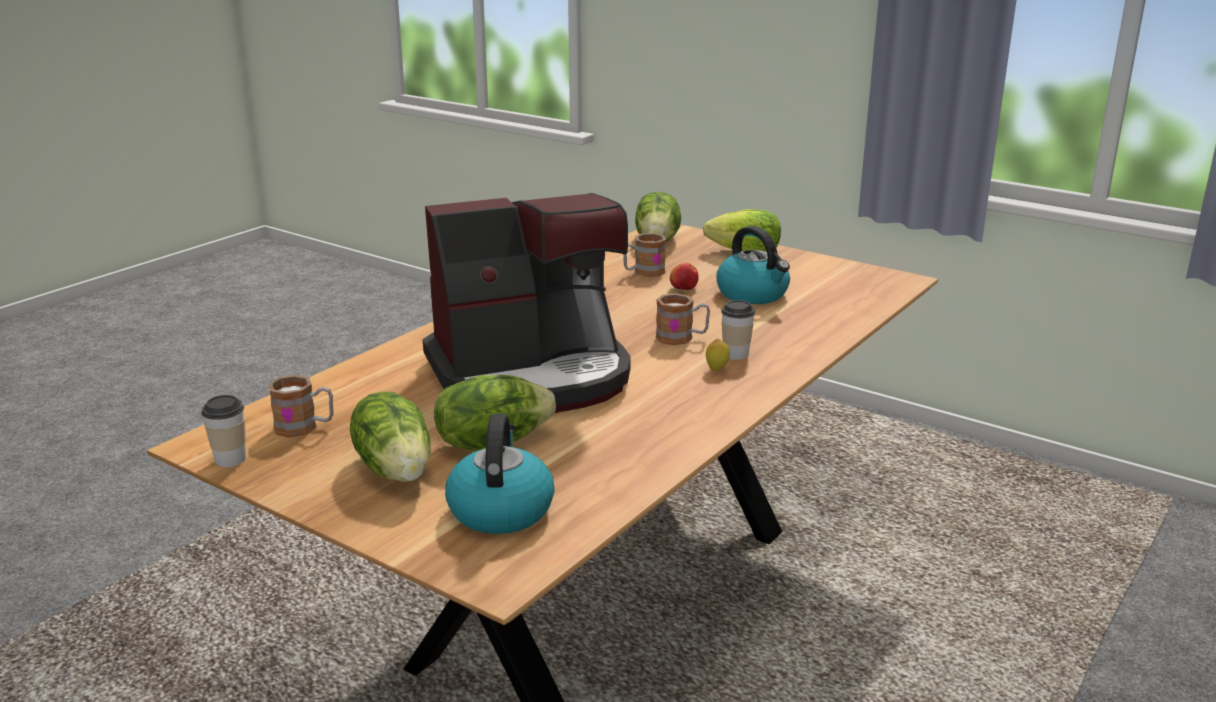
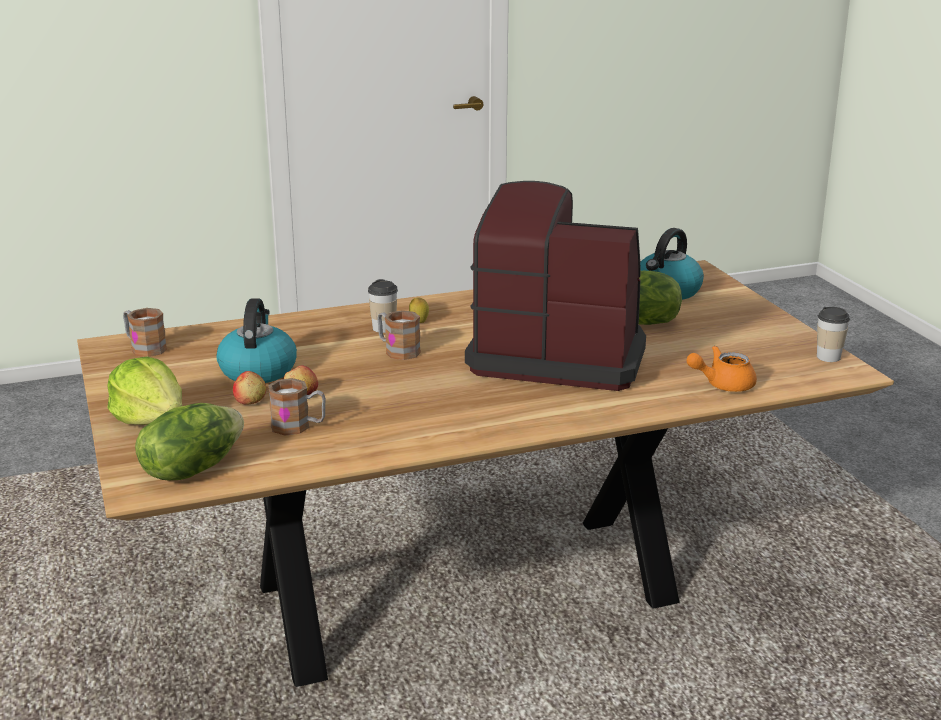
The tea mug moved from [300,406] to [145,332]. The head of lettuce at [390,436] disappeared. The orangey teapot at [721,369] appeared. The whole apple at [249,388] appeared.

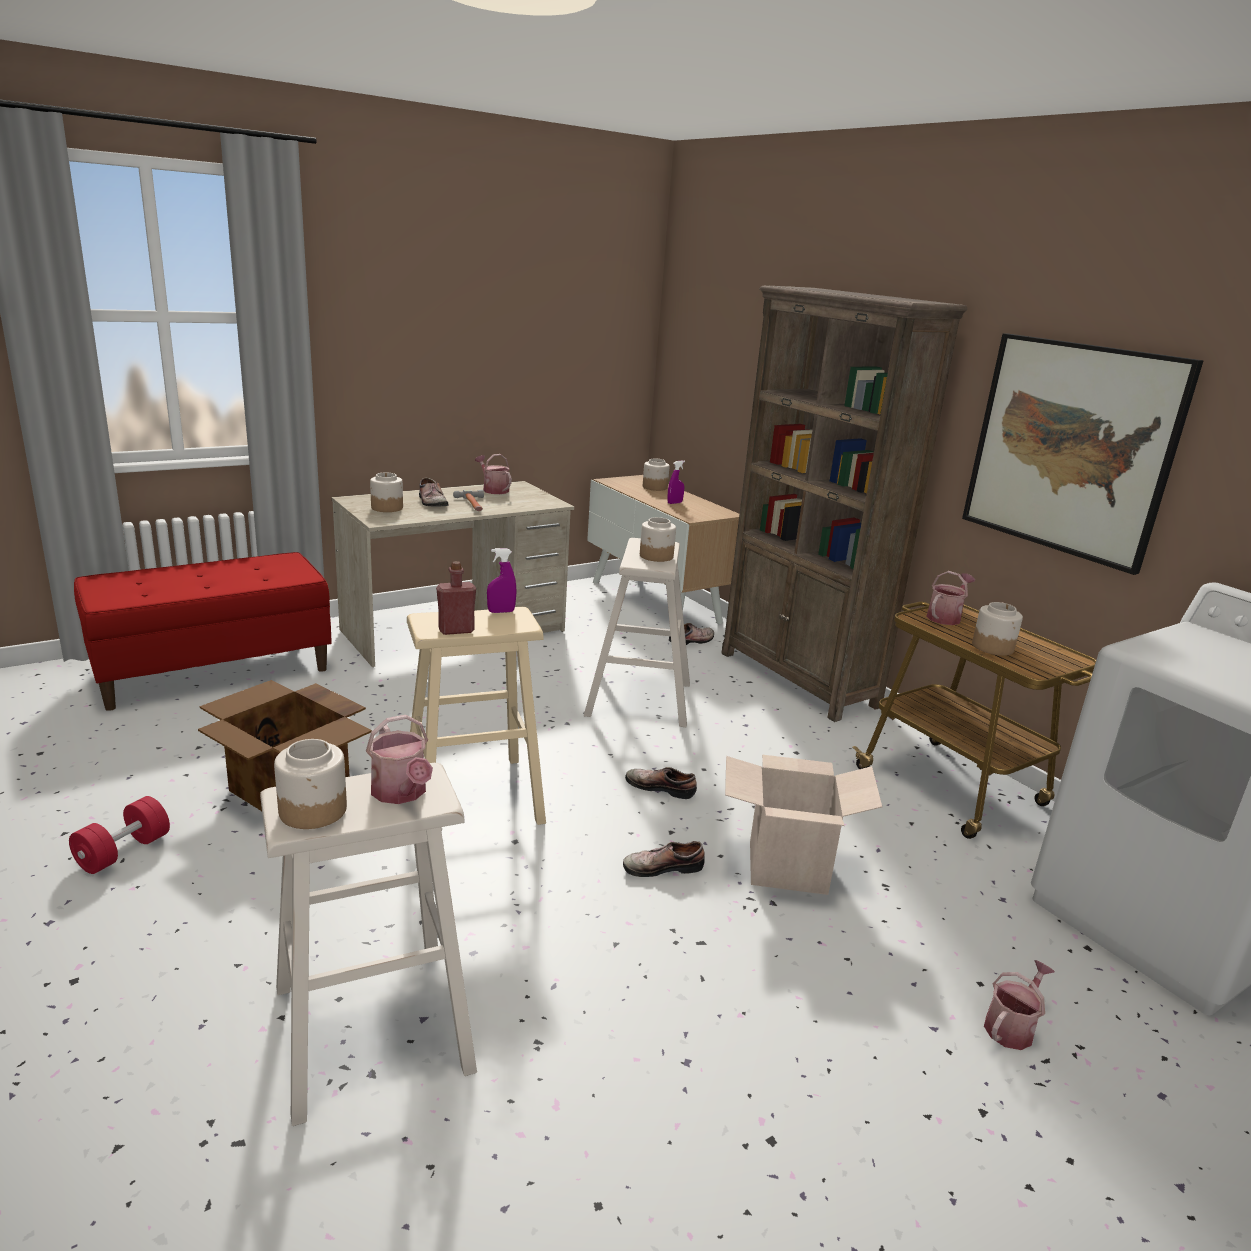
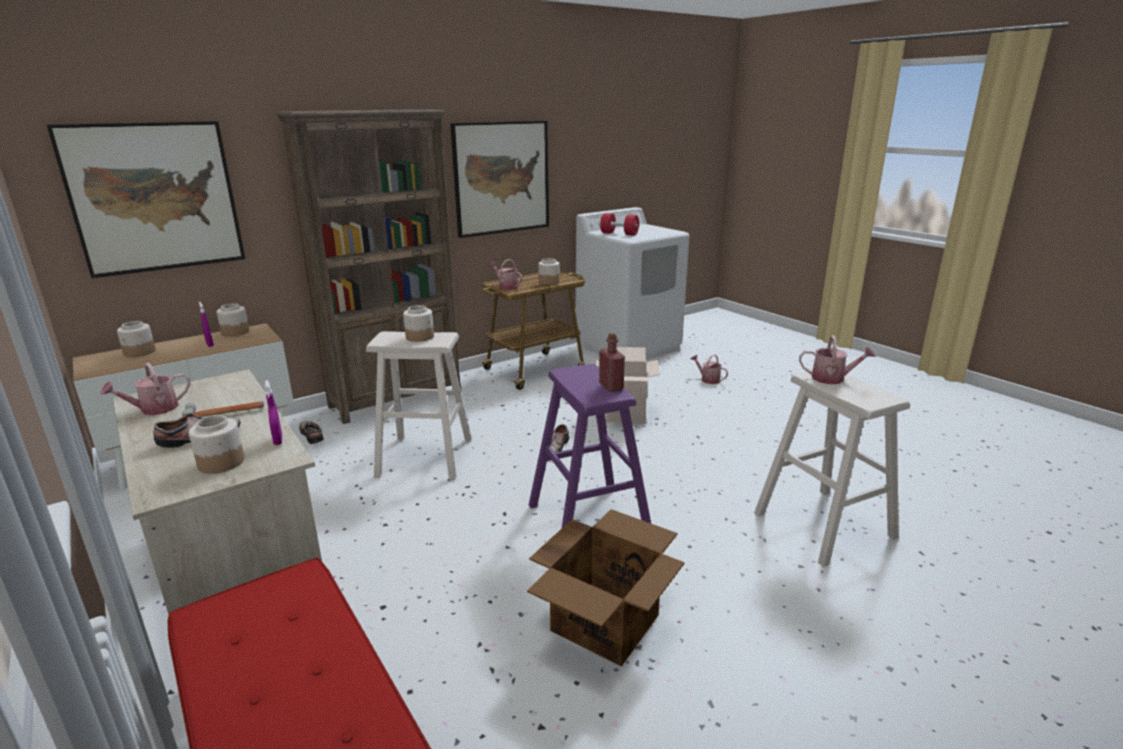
The purple-coloured sprayer moved from [502,580] to [273,412]. The beige-coloured stool seat at [476,716] became the purple-coloured stool seat at [590,446]. The sprinkling can at [399,759] turned 45 degrees clockwise. The preserve jar moved from [310,784] to [233,320]. The red-coloured free weight moved from [119,835] to [619,224]. The shoe at [664,859] disappeared. The wall art at [146,199] appeared.

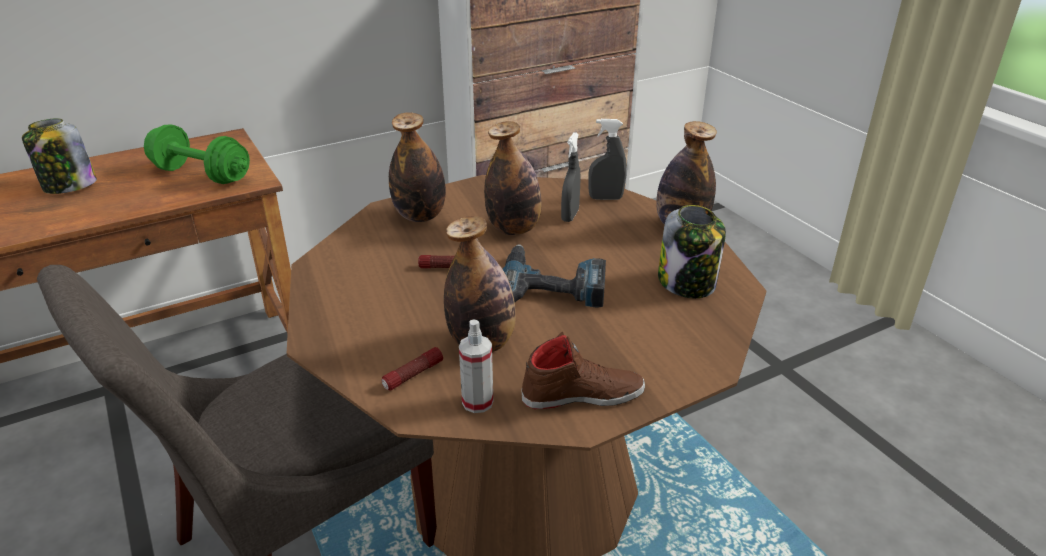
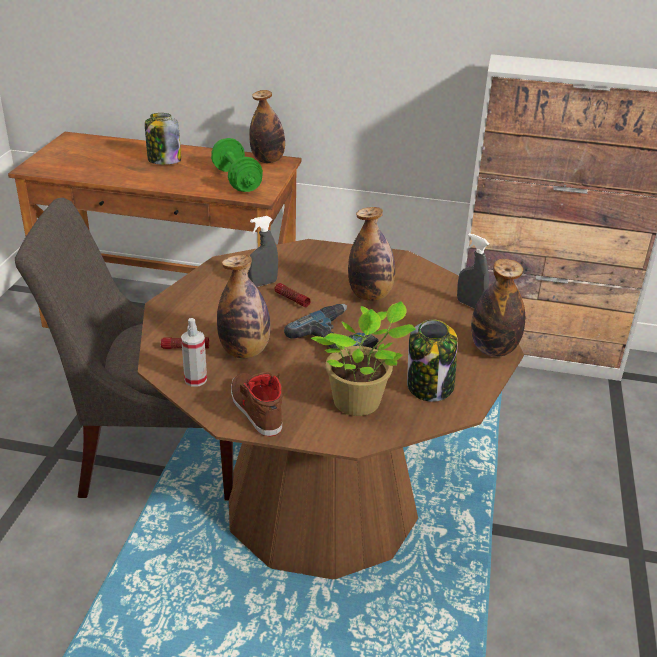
The beverage bottle moved from [417,167] to [267,126]. The grey sprayer moved from [570,177] to [263,251]. The brown shoe at [583,370] turned 150 degrees counterclockwise. The potted plant at [363,358] appeared.

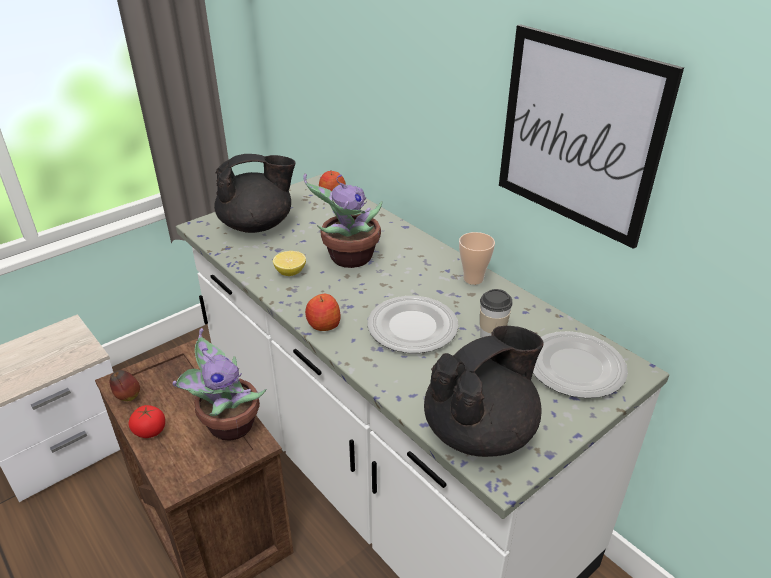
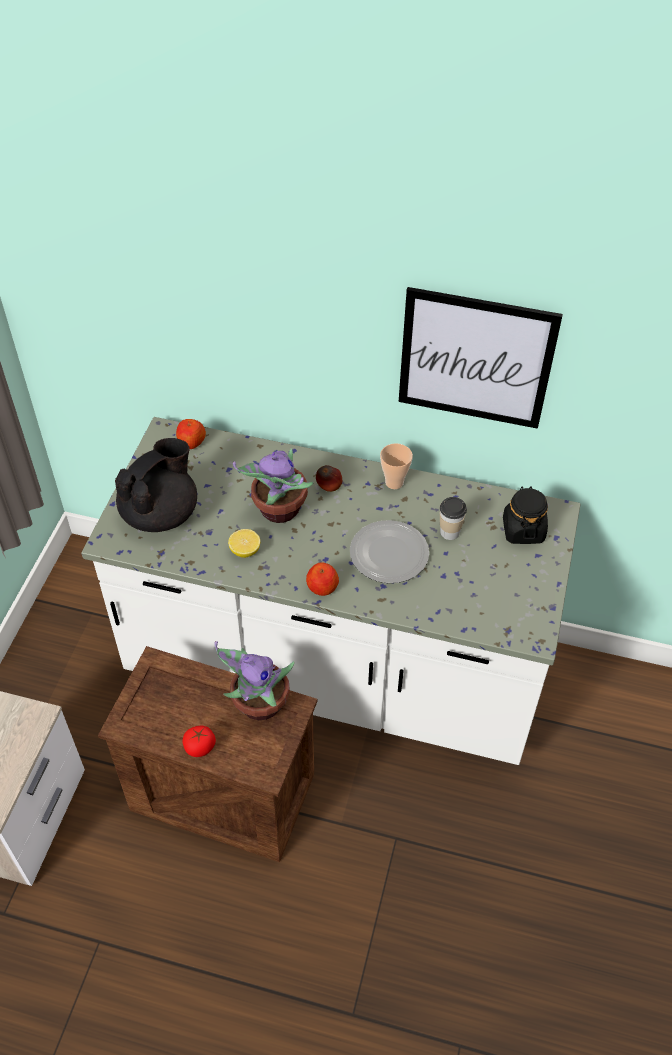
The black-coloured teapot at [484,391] disappeared. The dinner plate at [580,364] was replaced by the black-coloured preserve jar at [525,515]. The whole apple moved from [125,385] to [329,478].

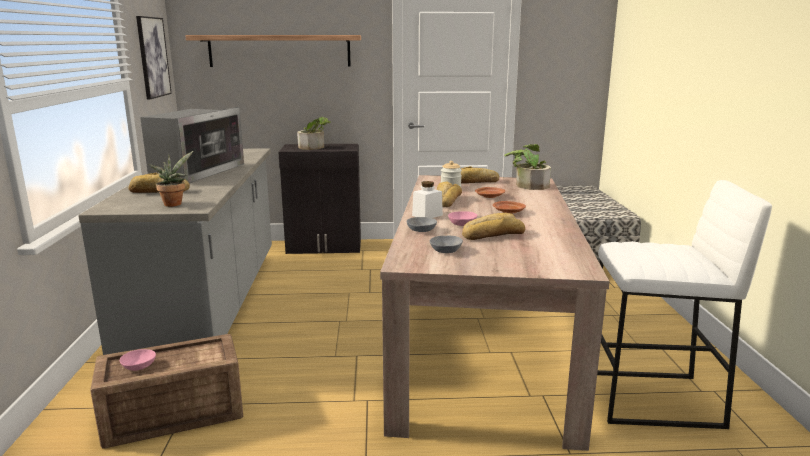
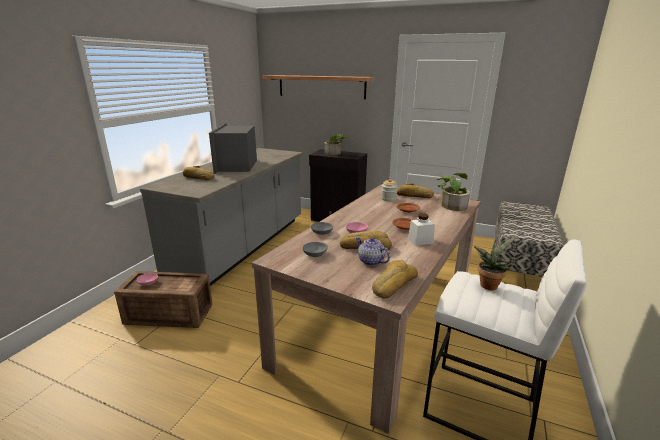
The wall art at [154,57] disappeared. The microwave oven at [192,145] turned 135 degrees clockwise. The potted plant moved from [170,179] to [495,263]. The whitish preserve jar moved from [427,199] to [421,229]. The bakery bread moved from [449,194] to [395,279]. The teapot at [372,251] appeared.

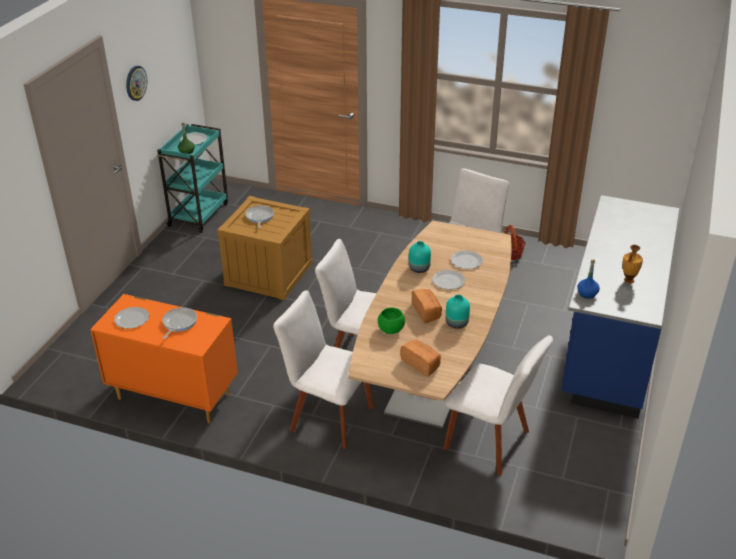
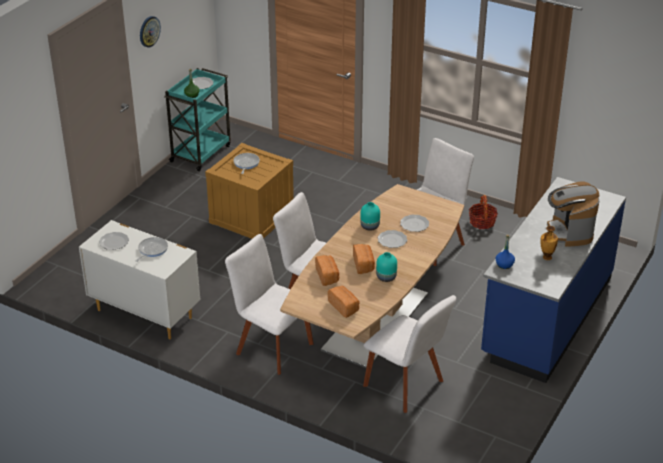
The orangey drawer chest at [164,358] became the whitish drawer chest at [140,280]. The greenish serving bowl at [391,321] was replaced by the bakery bread at [327,270]. The coffee brewer at [573,214] appeared.

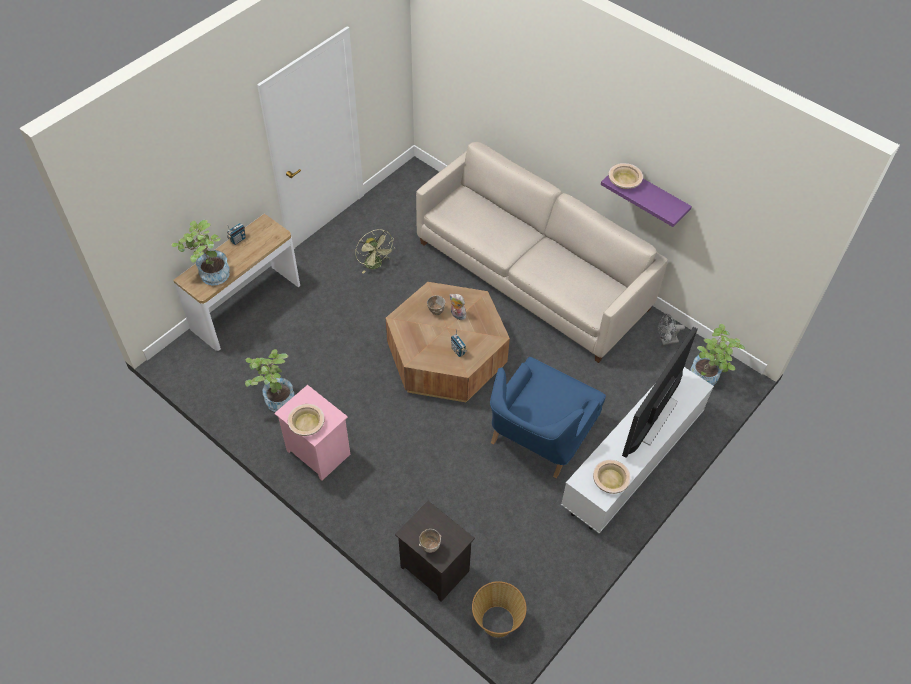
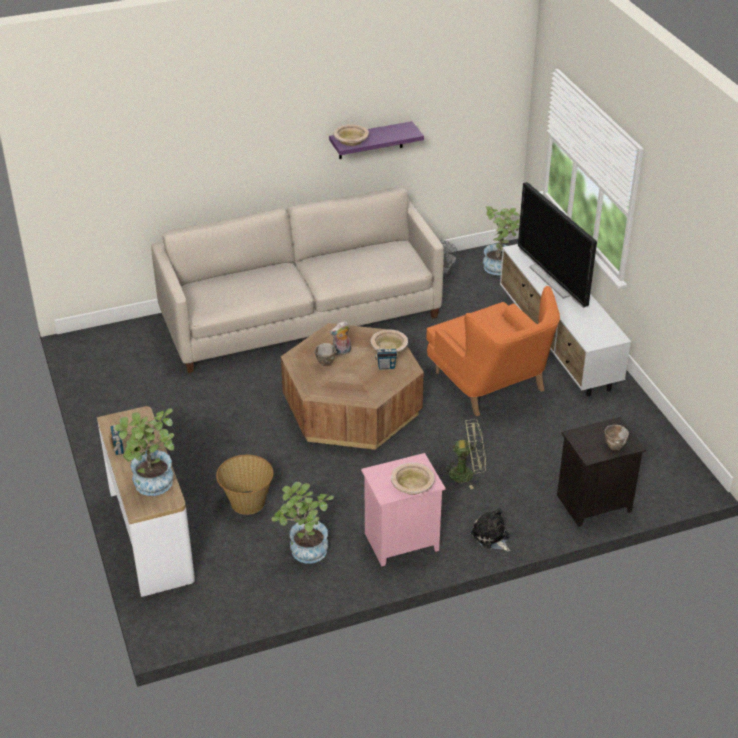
The greenish electric fan moved from [375,252] to [464,454]. The blue-coloured armchair at [548,417] became the orangey armchair at [493,351]. The beige-coloured serving bowl moved from [612,477] to [389,341]. The basket moved from [499,609] to [244,485]. The plush toy at [490,530] appeared.

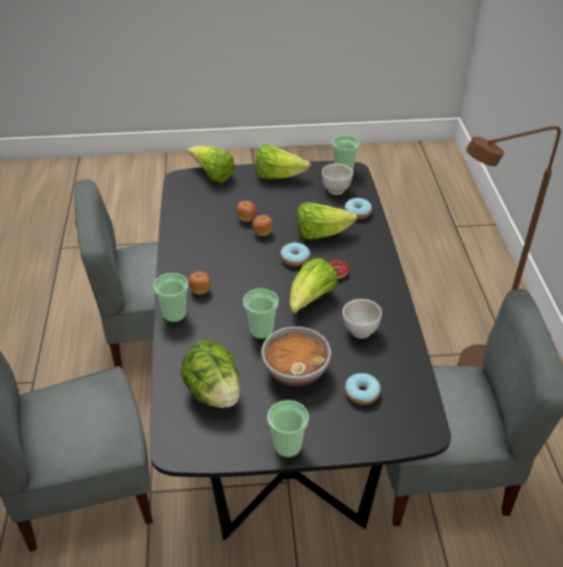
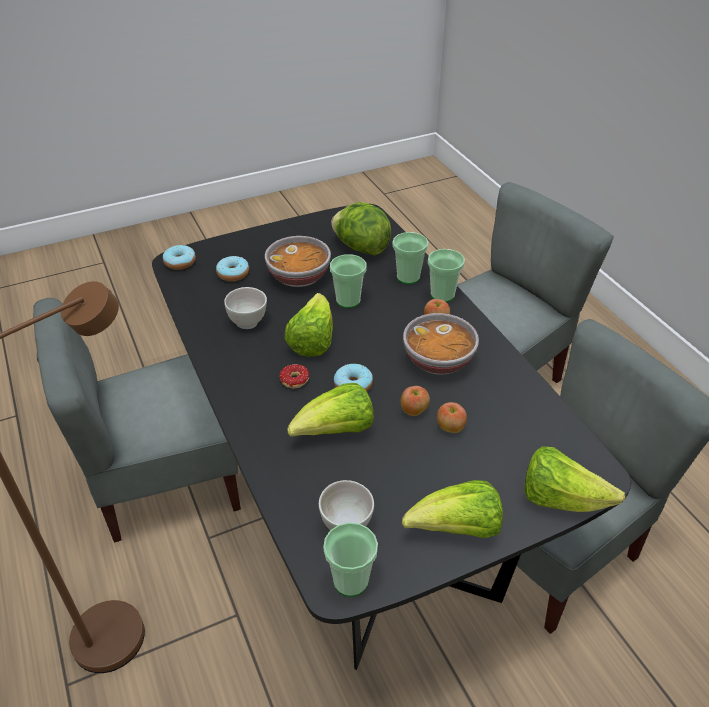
The donut moved from [358,209] to [179,257]. The cup moved from [288,429] to [410,258]. The serving bowl at [441,344] appeared.

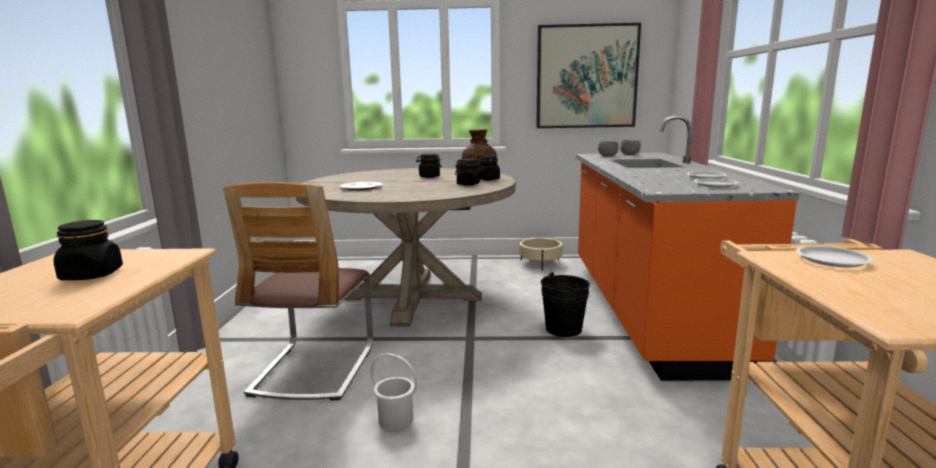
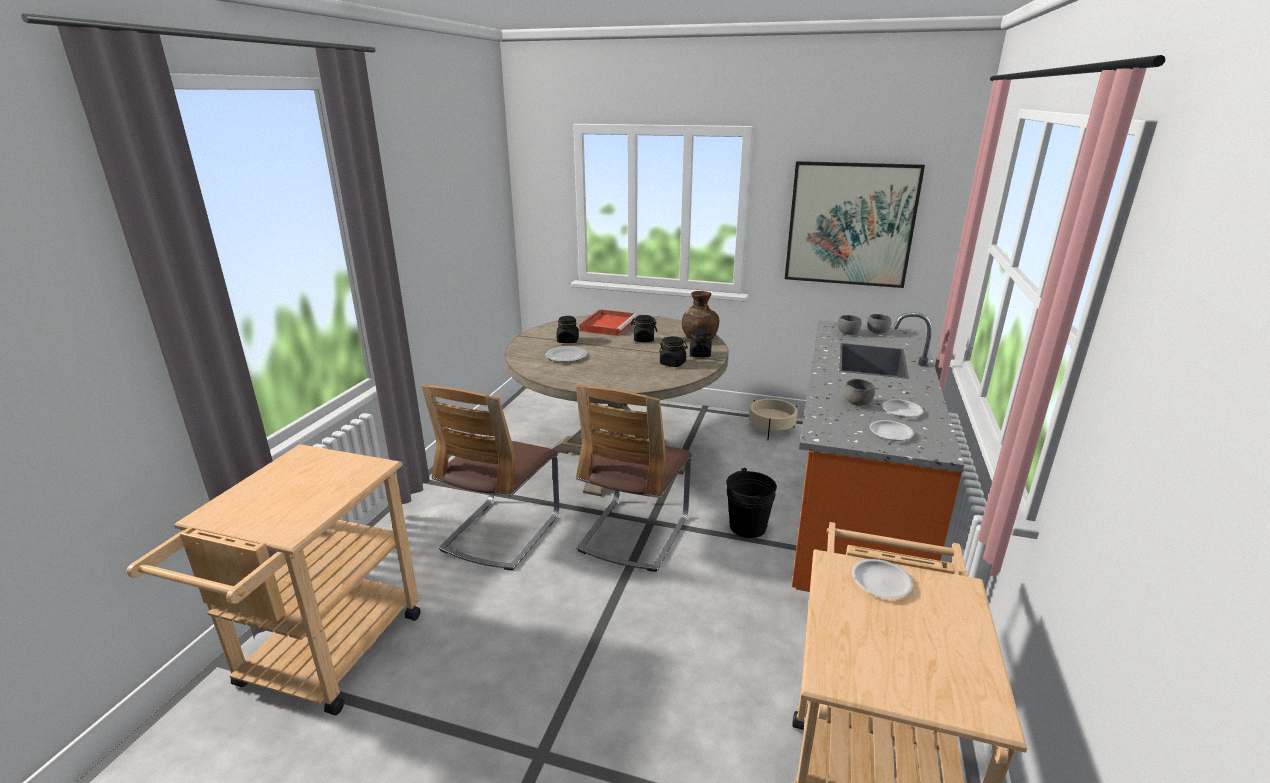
The black-coloured preserve jar moved from [88,250] to [568,329]. The whitish pail at [393,392] disappeared. The red-coloured tray at [608,322] appeared. The grey serving bowl at [859,392] appeared. The upright chair at [634,478] appeared.

